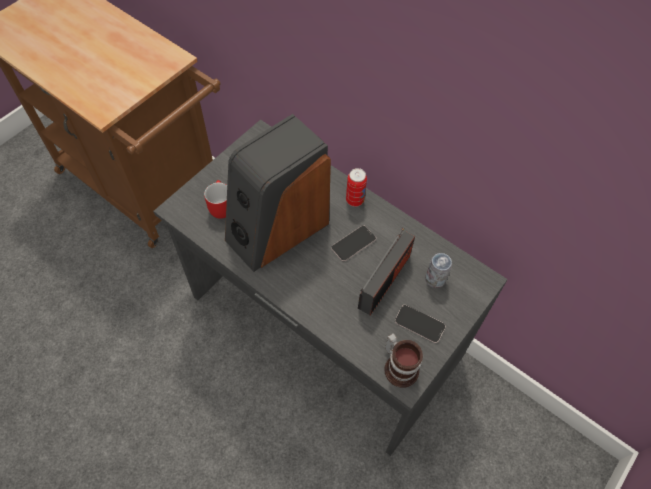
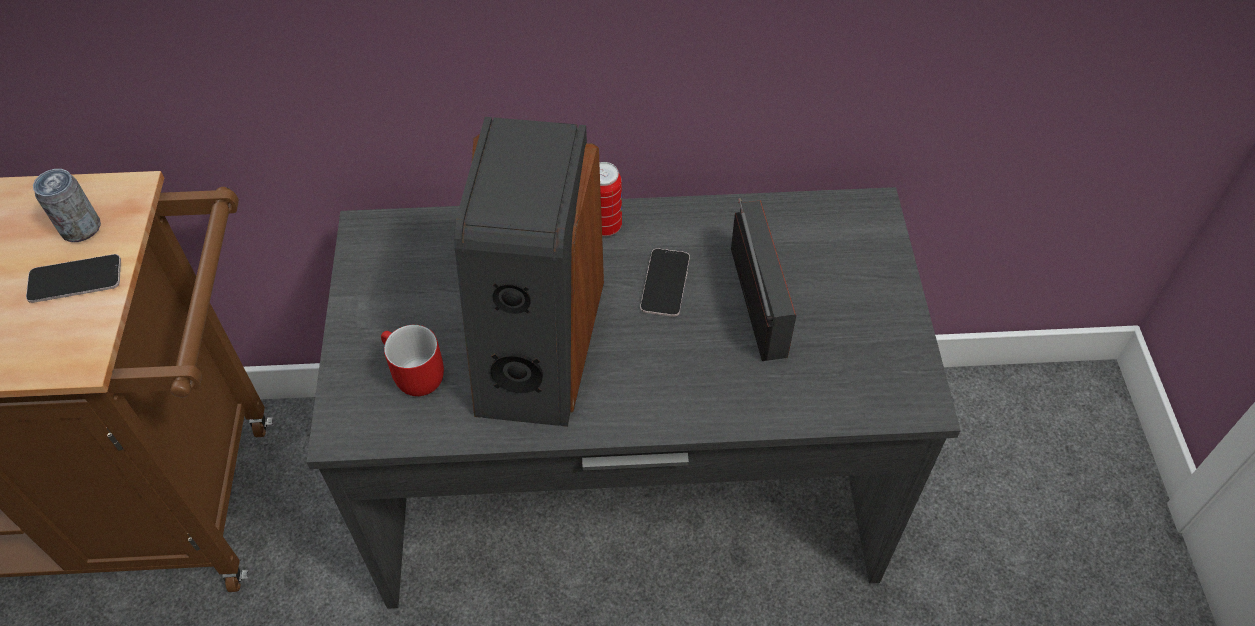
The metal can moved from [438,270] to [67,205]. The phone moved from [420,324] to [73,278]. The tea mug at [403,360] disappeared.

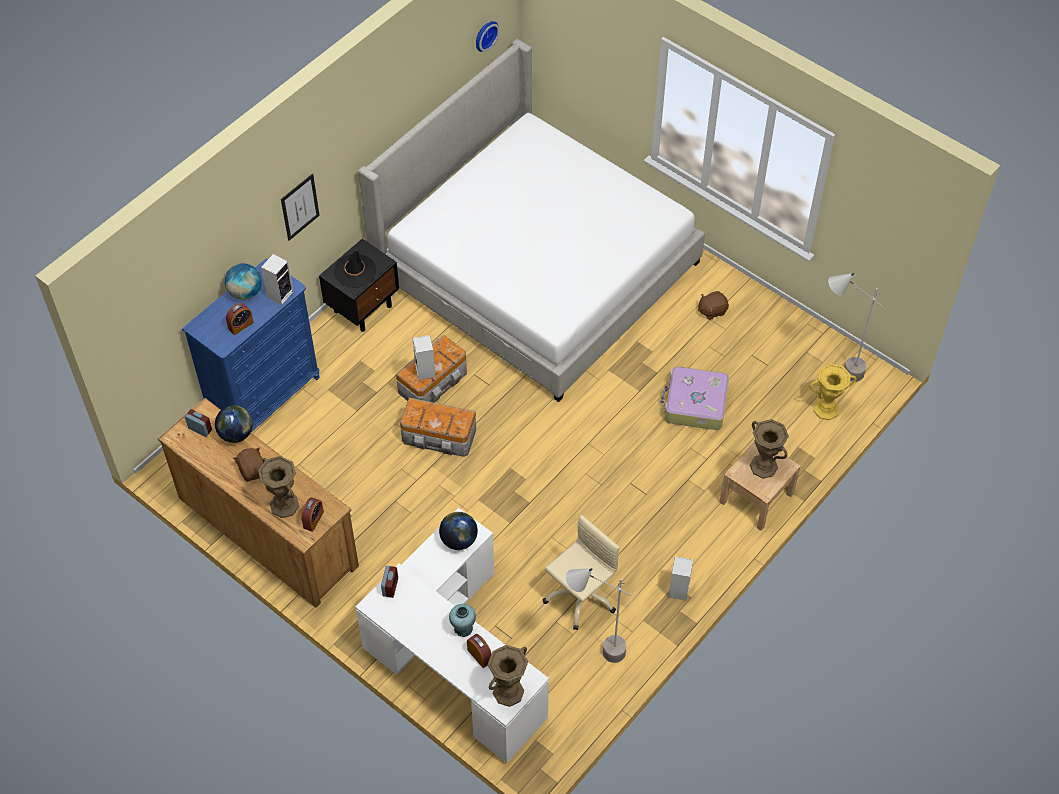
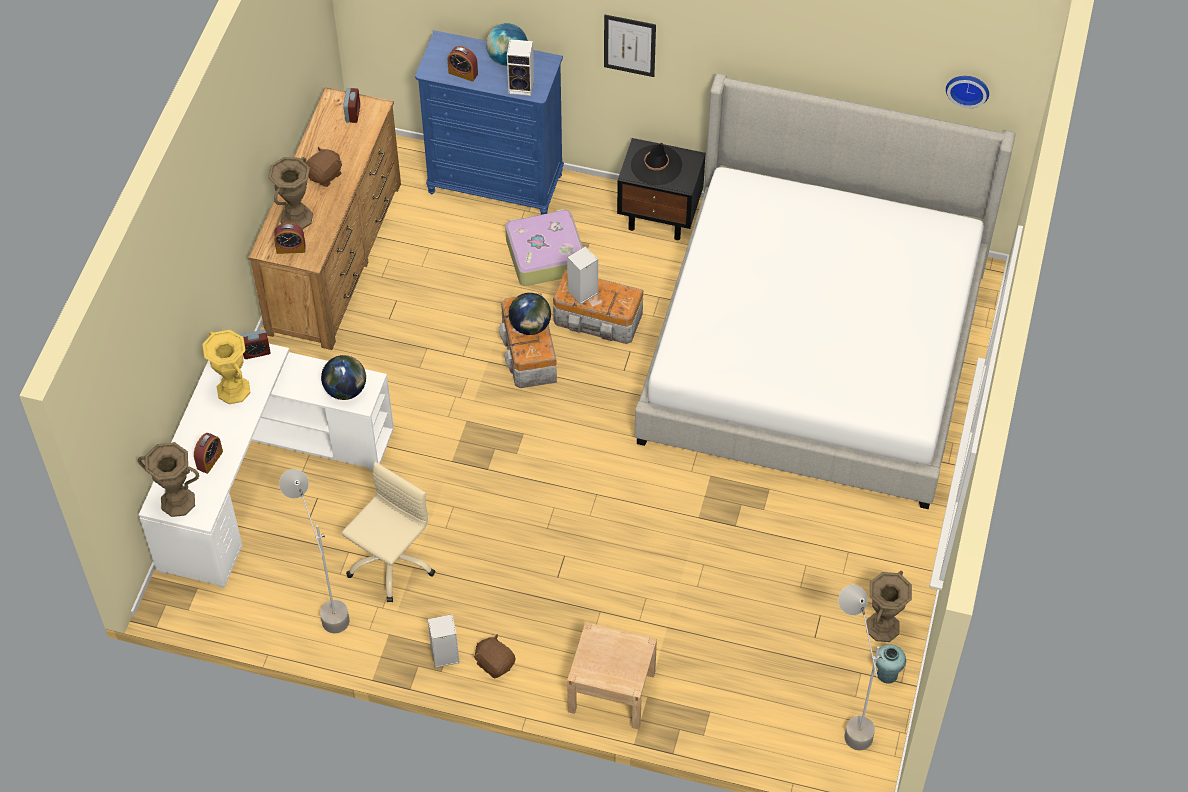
The brown plush toy moved from [713,305] to [494,656]. The yellow-coloured flower vase moved from [833,392] to [226,367]. The suitcase moved from [695,398] to [544,247]. The world globe moved from [234,424] to [530,314]. The brown flower vase moved from [769,449] to [889,606]. The beige-coloured office chair at [581,572] turned 75 degrees counterclockwise. The blue-green flower vase moved from [462,620] to [891,664].

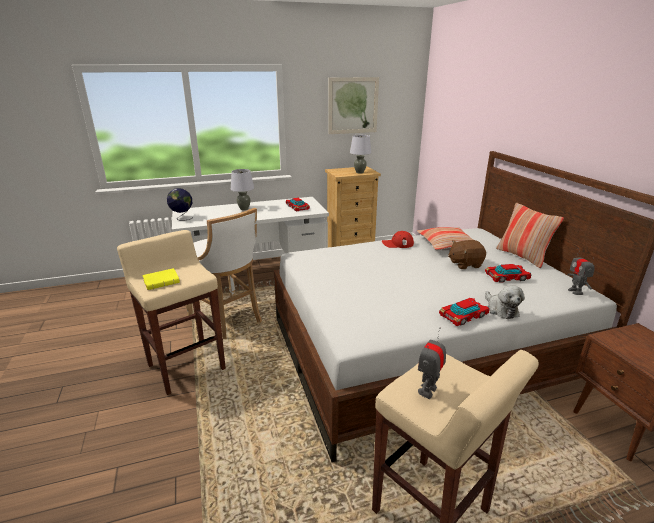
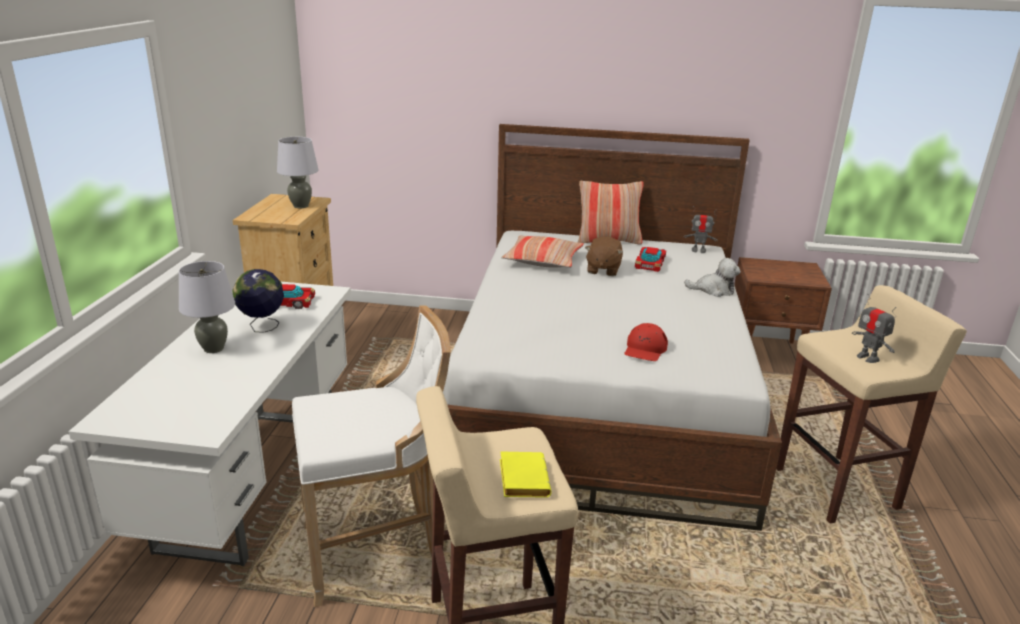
The wall art at [353,105] disappeared. The world globe moved from [179,204] to [258,300]. The red-coloured cap moved from [398,239] to [646,342]. The toy car at [464,312] disappeared.

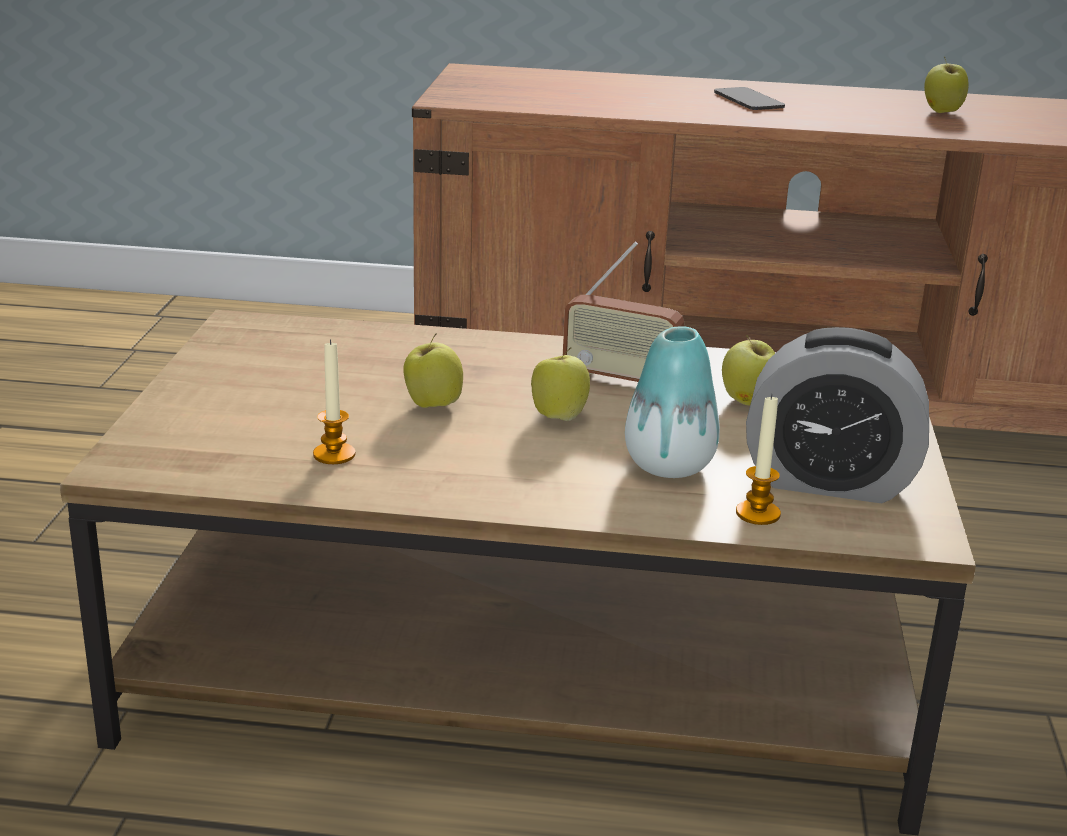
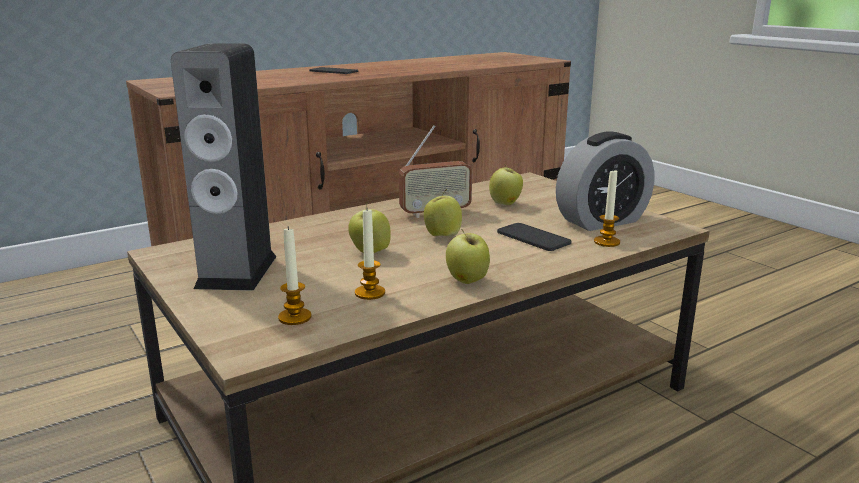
The whole apple moved from [946,84] to [468,256]. The flower vase at [672,402] was replaced by the phone at [534,237]. The loudspeaker at [224,167] appeared. The wax candle at [295,275] appeared.

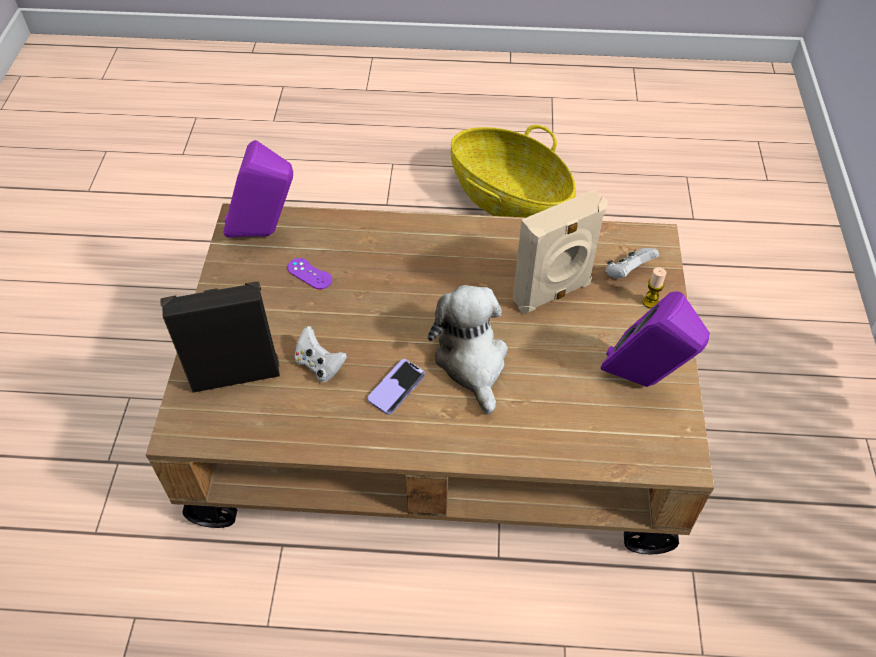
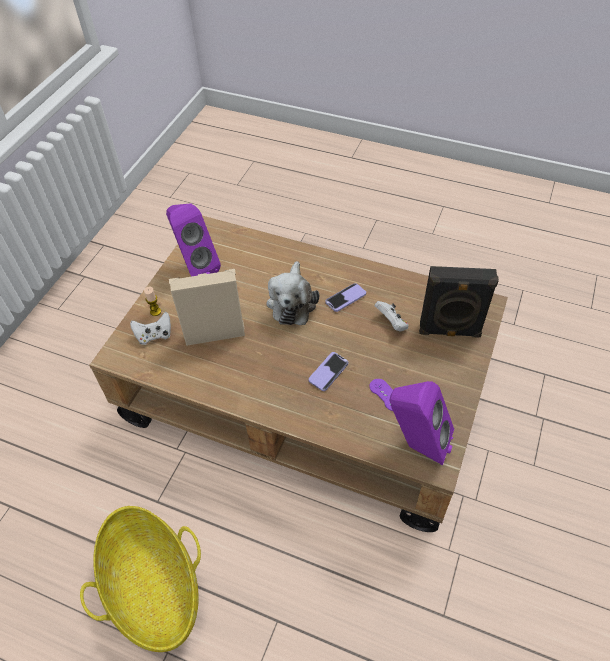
The phone at [329,371] appeared.

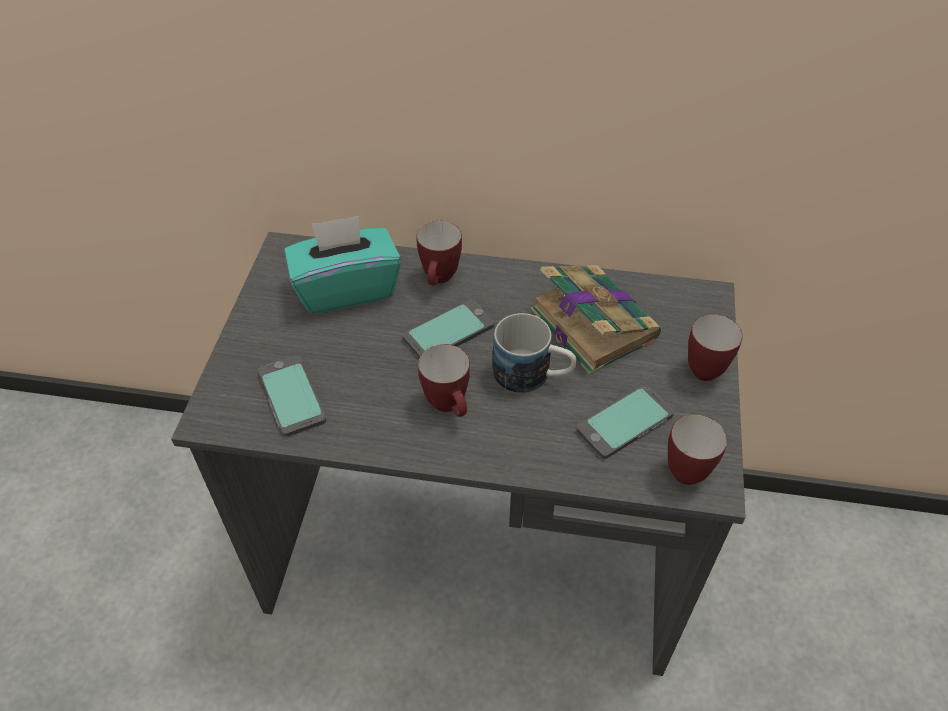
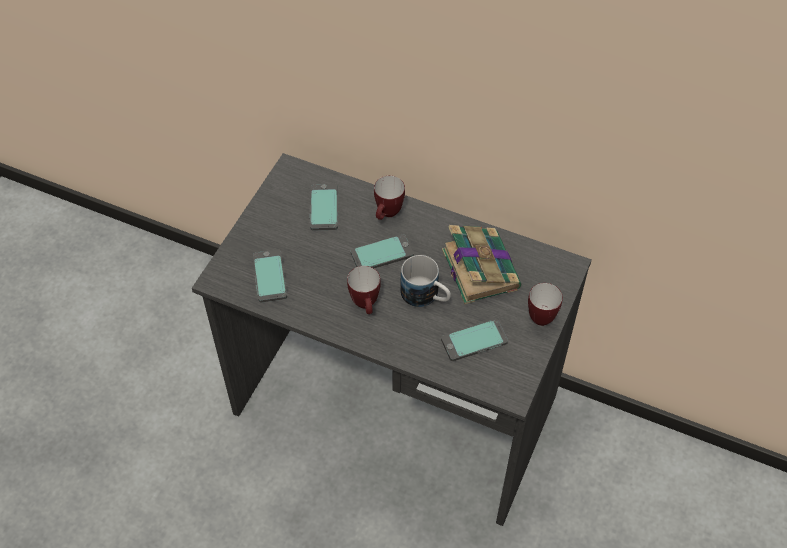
The blue-green box of tissues at [342,265] was replaced by the phone at [324,207]. The tea mug at [697,449] disappeared.

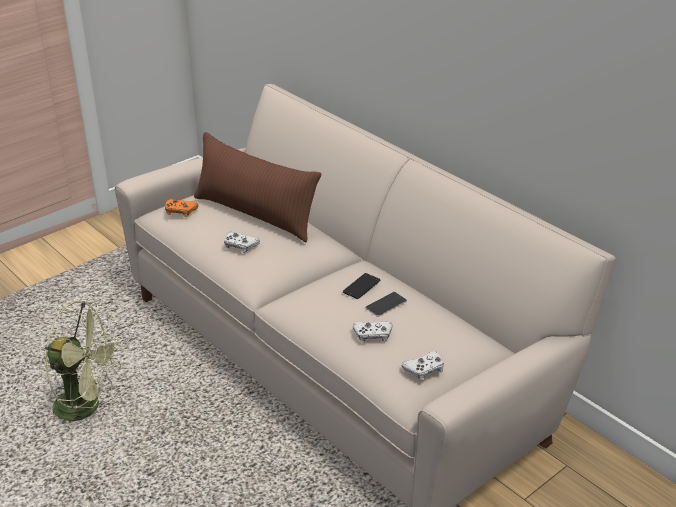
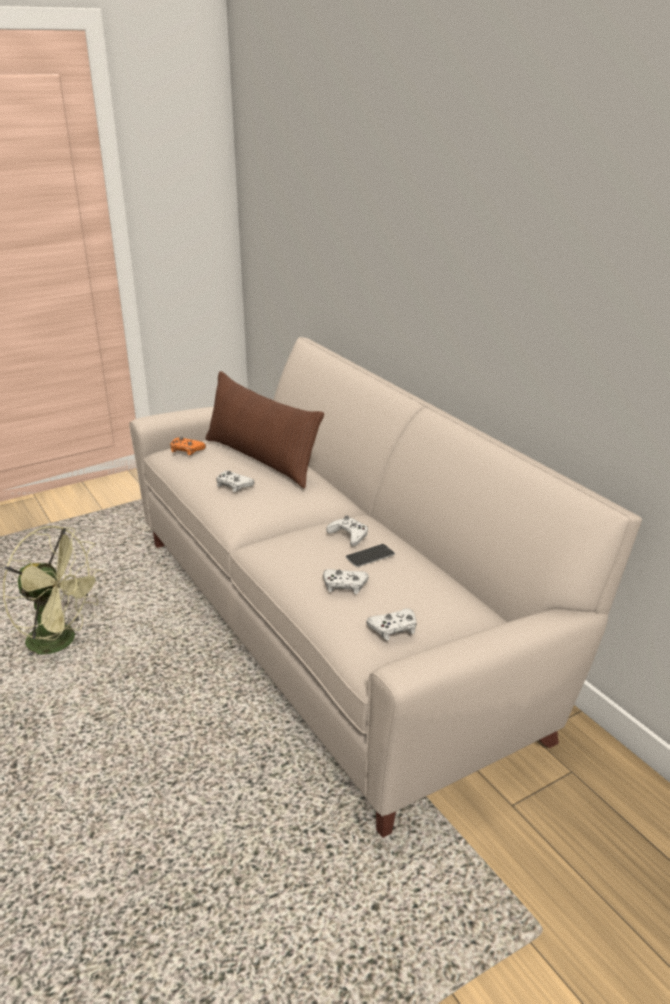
The phone at [361,286] was replaced by the whitish joypad at [347,531].

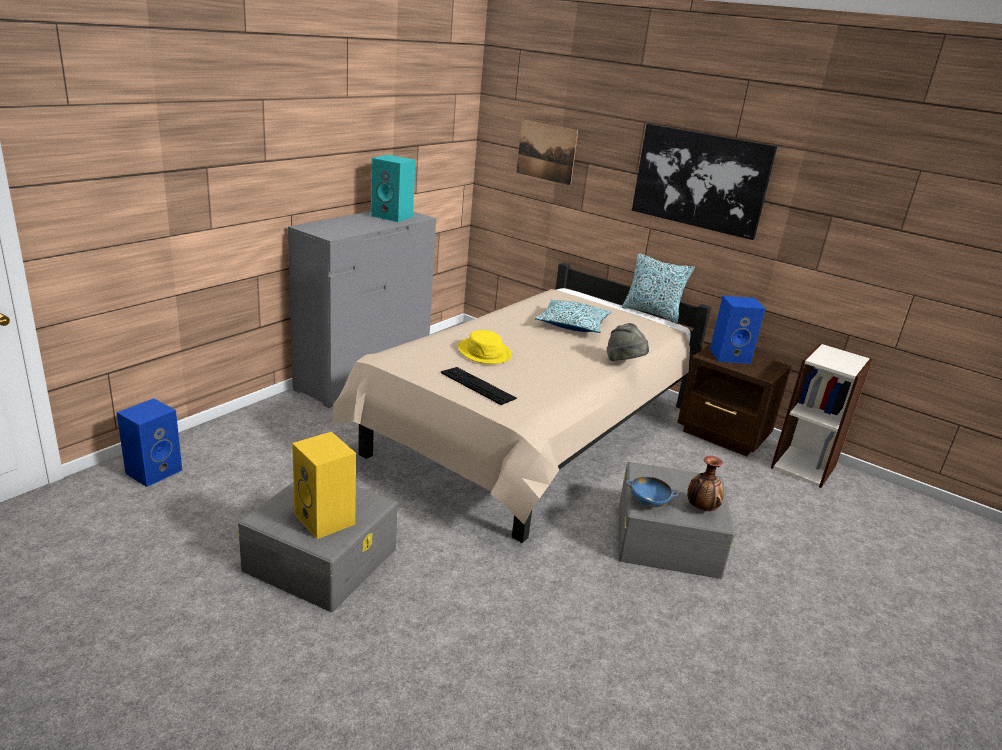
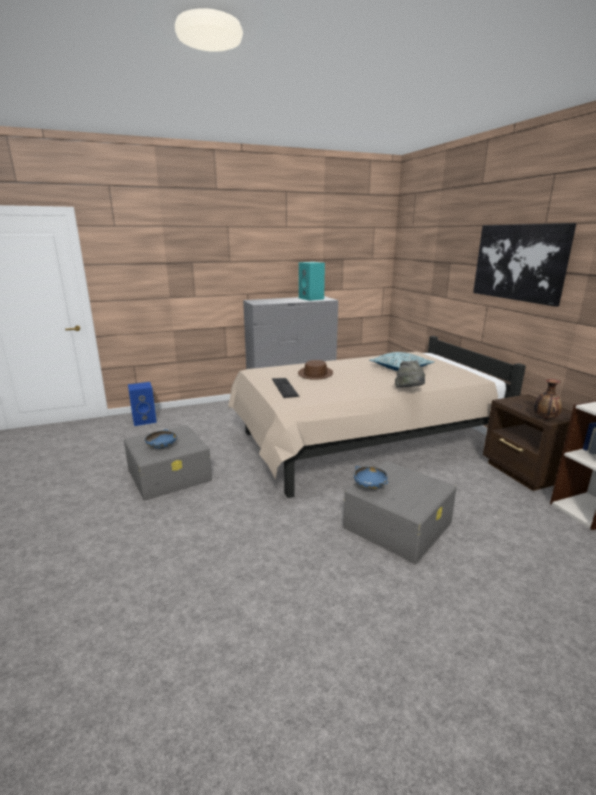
The wall art at [547,152] disappeared. The cushion at [658,288] disappeared. The blue-coloured loudspeaker at [737,330] disappeared. The yellow-coloured clothing hat at [485,347] became the brown clothing hat at [315,370]. The yellow-coloured loudspeaker at [324,485] was replaced by the blue-coloured serving bowl at [161,439]. The flower vase moved from [705,483] to [548,399].

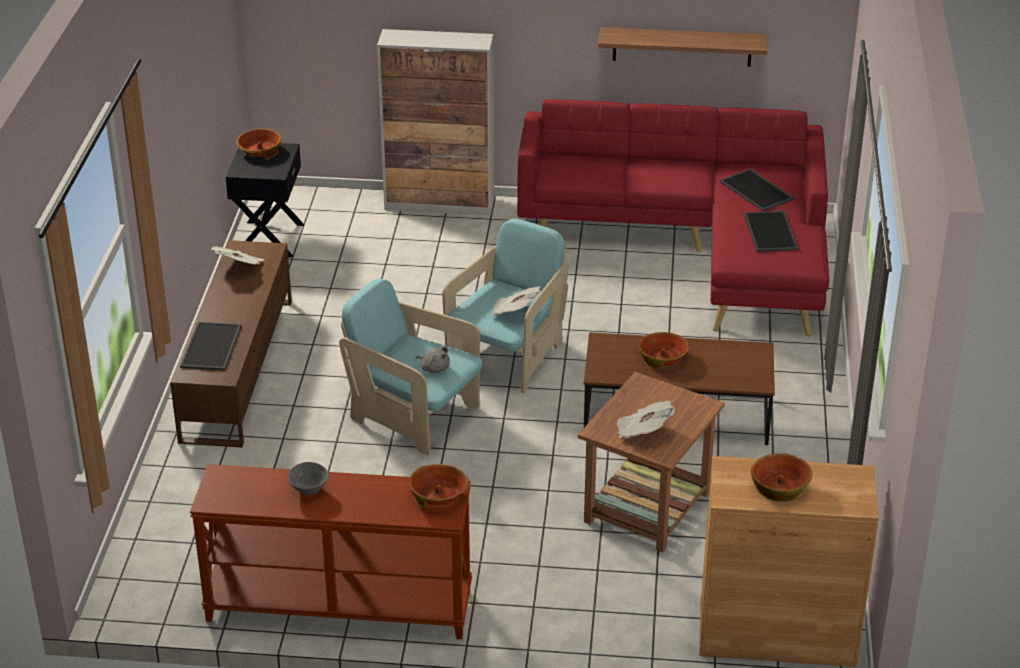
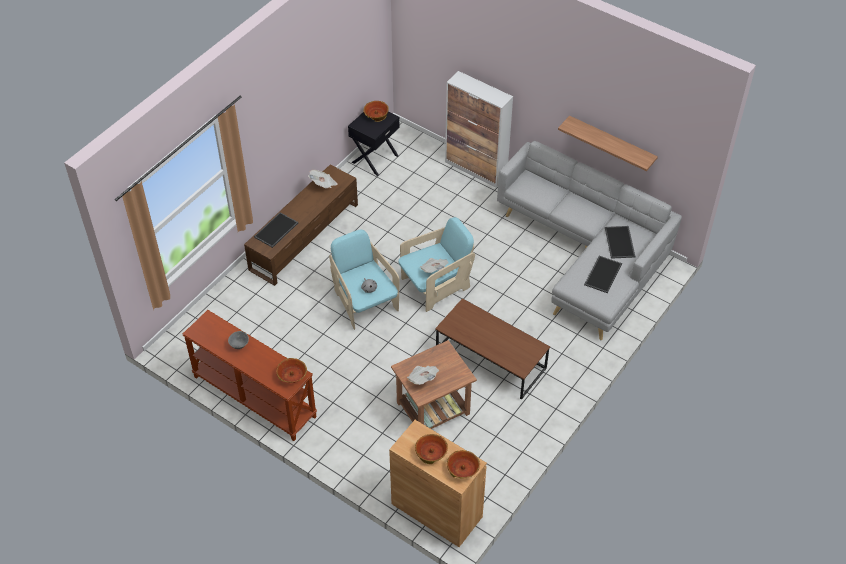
The red-coloured couch at [673,217] became the grey couch at [589,240]. The serving bowl moved from [664,350] to [463,464].

